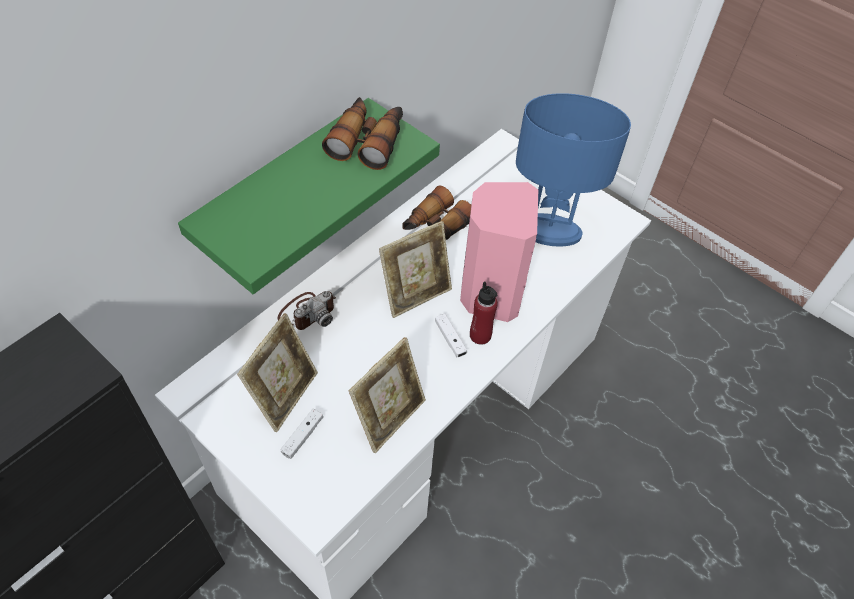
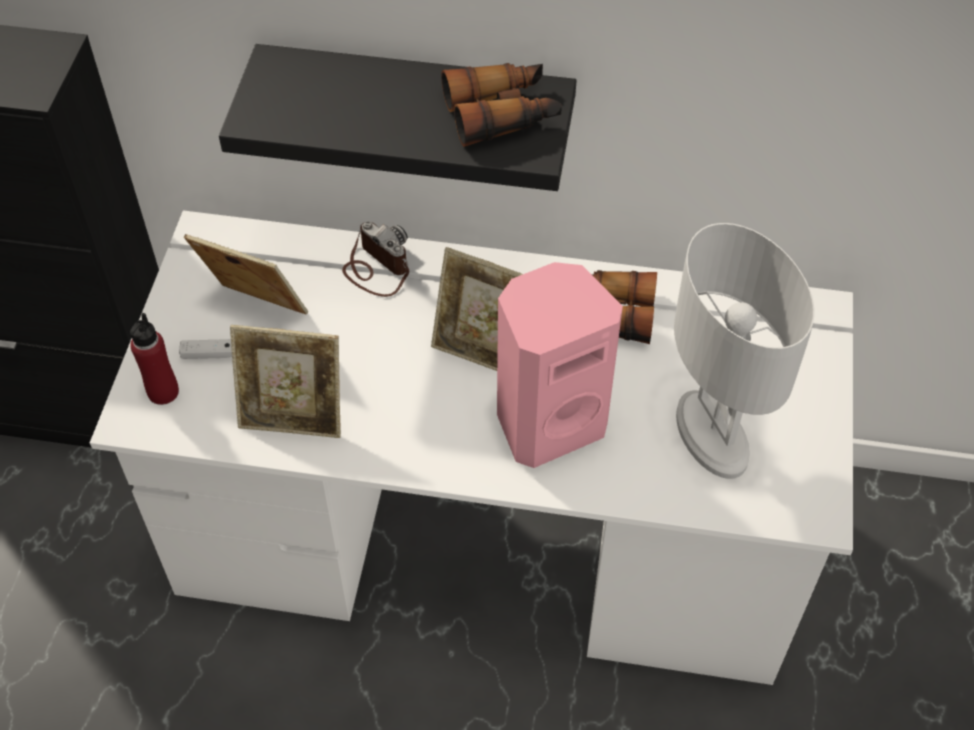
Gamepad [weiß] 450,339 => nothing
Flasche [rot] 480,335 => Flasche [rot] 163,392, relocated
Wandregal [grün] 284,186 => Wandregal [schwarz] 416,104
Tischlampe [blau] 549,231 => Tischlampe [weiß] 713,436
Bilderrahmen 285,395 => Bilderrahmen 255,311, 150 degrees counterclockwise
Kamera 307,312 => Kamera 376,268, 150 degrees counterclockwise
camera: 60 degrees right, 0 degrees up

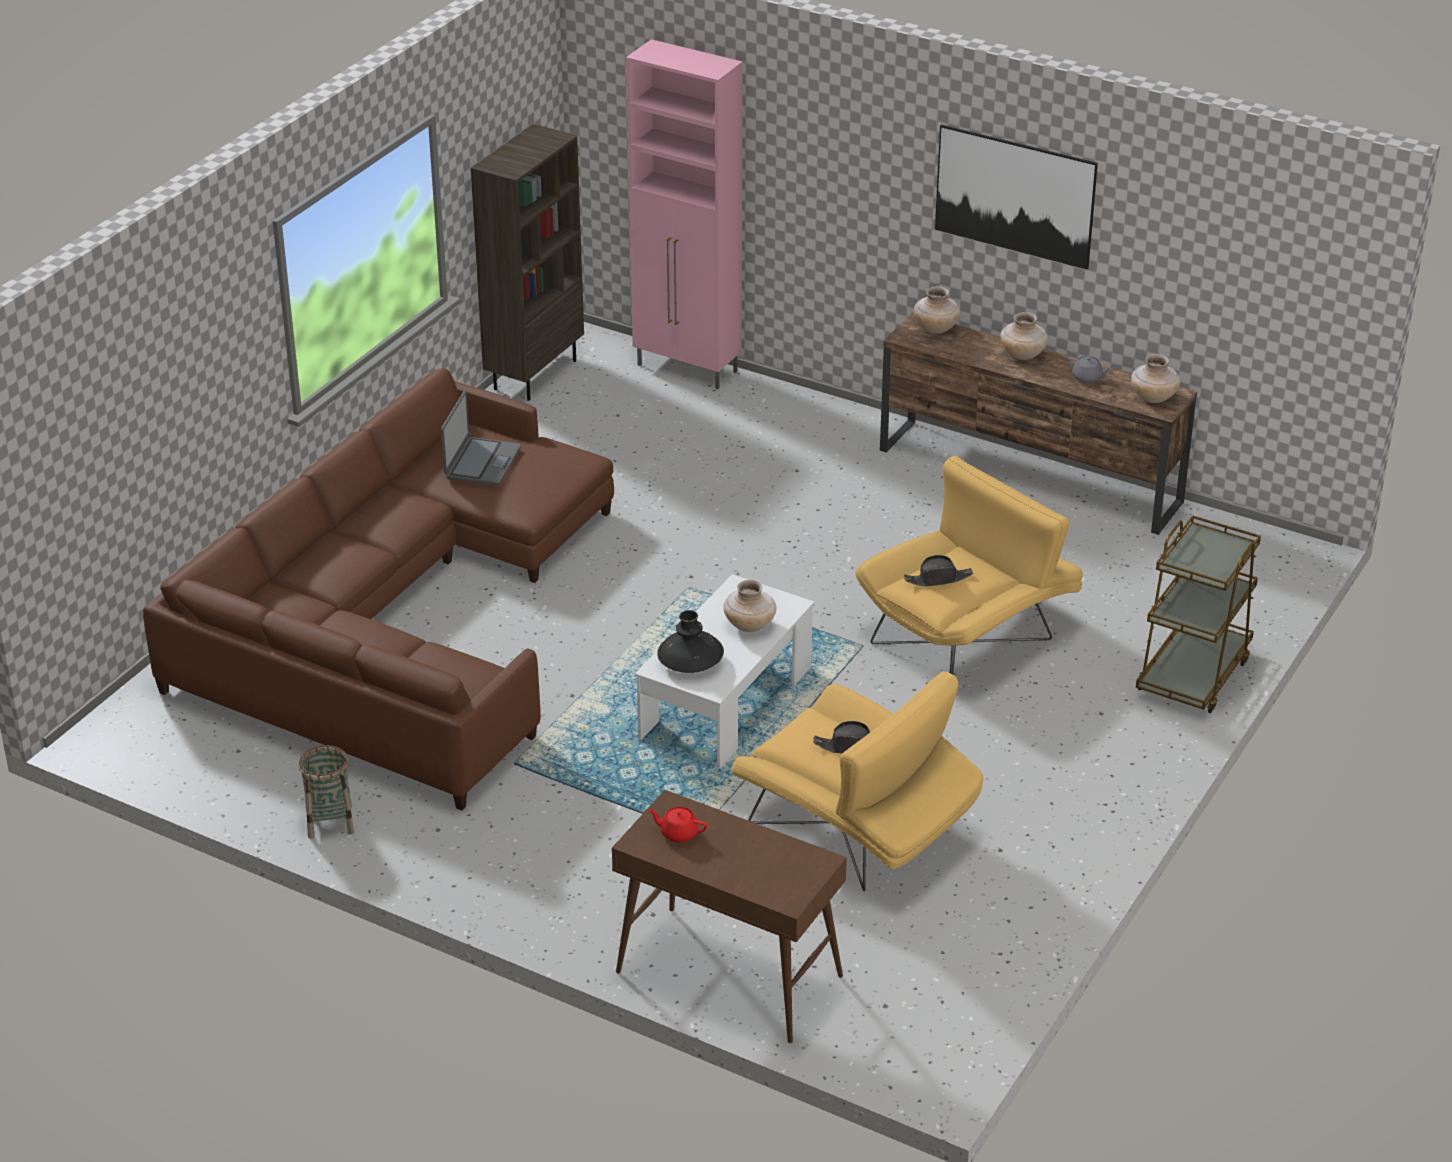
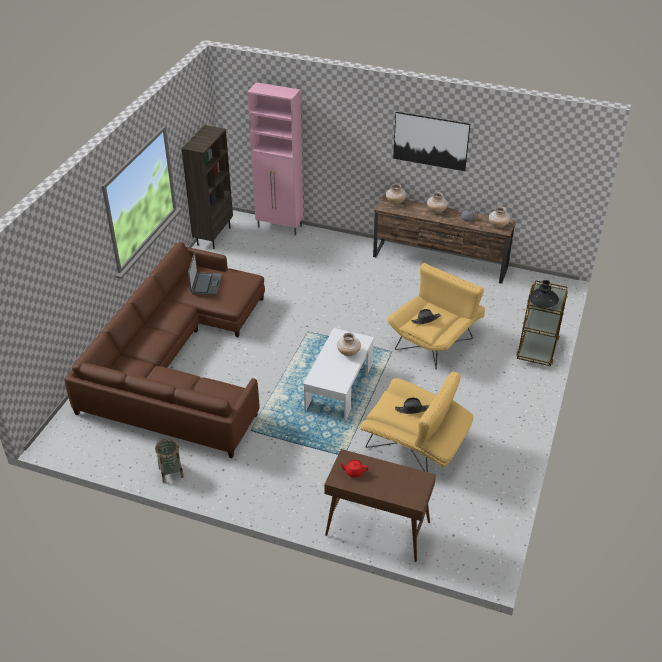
Vase [schwarz] 690,662 => Vase [schwarz] 542,302, relocated
camera: 10 degrees left, 5 degrees up

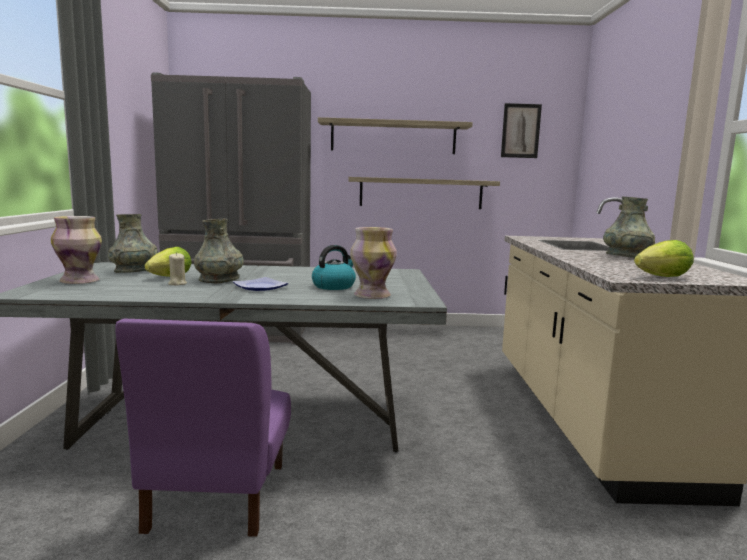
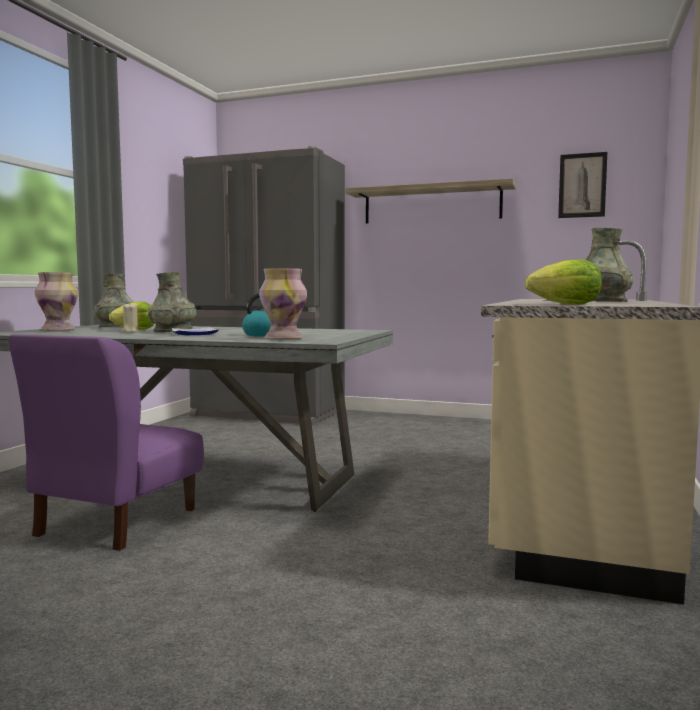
Wandregal 421,193 => nothing
camera: 20 degrees right, 5 degrees down

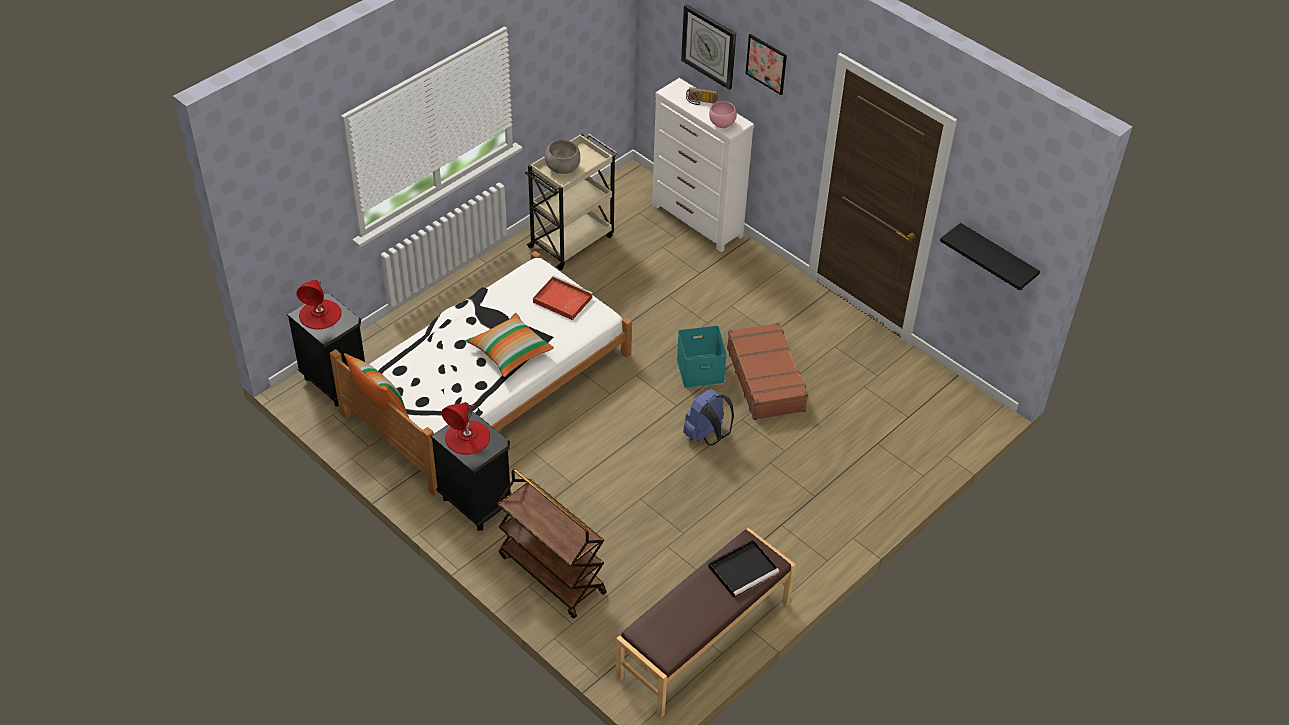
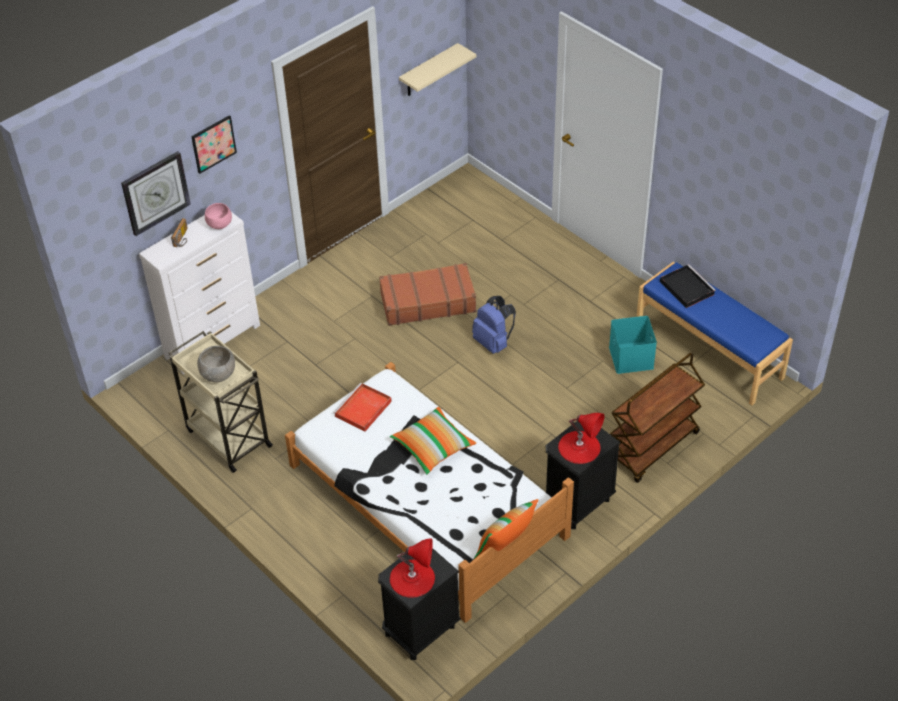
Aufbewahrungsbox [türkis] 699,371 => Aufbewahrungsbox [türkis] 632,358, relocated
Bank [braun] 705,640 => Bank [blau] 709,350
Wandregal [schwarz] 996,259 => Wandregal [beige] 429,71
camera: 85 degrees left, 0 degrees up

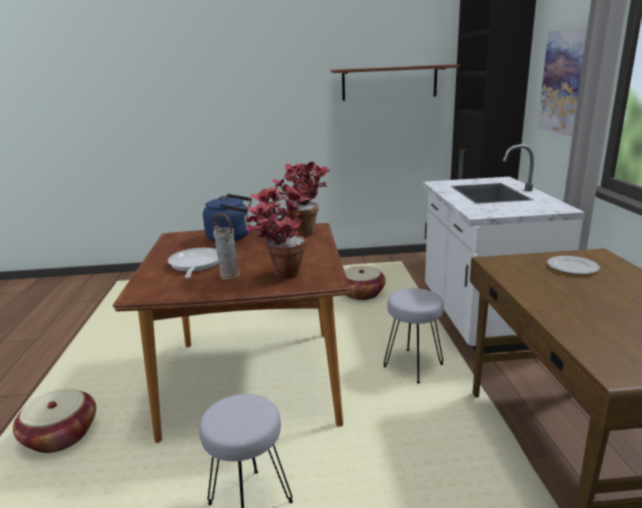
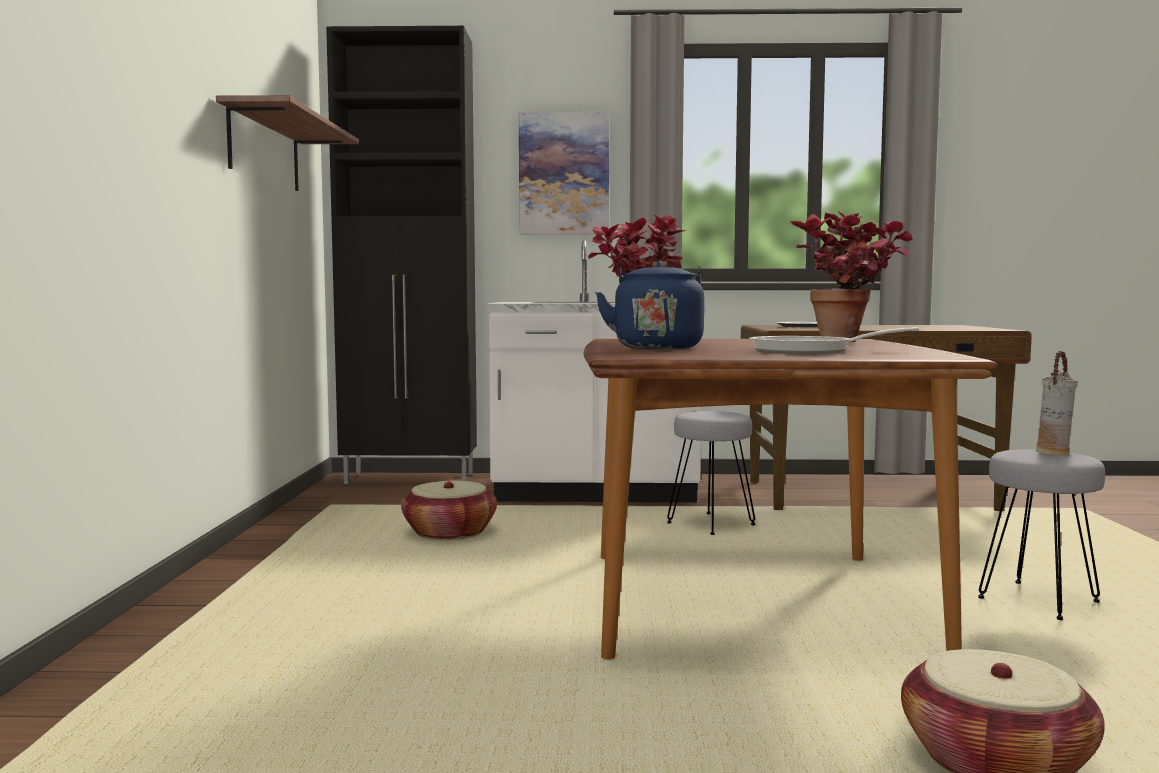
Vase 229,276 => Vase 1054,453, relocated
camera: 85 degrees left, 15 degrees down

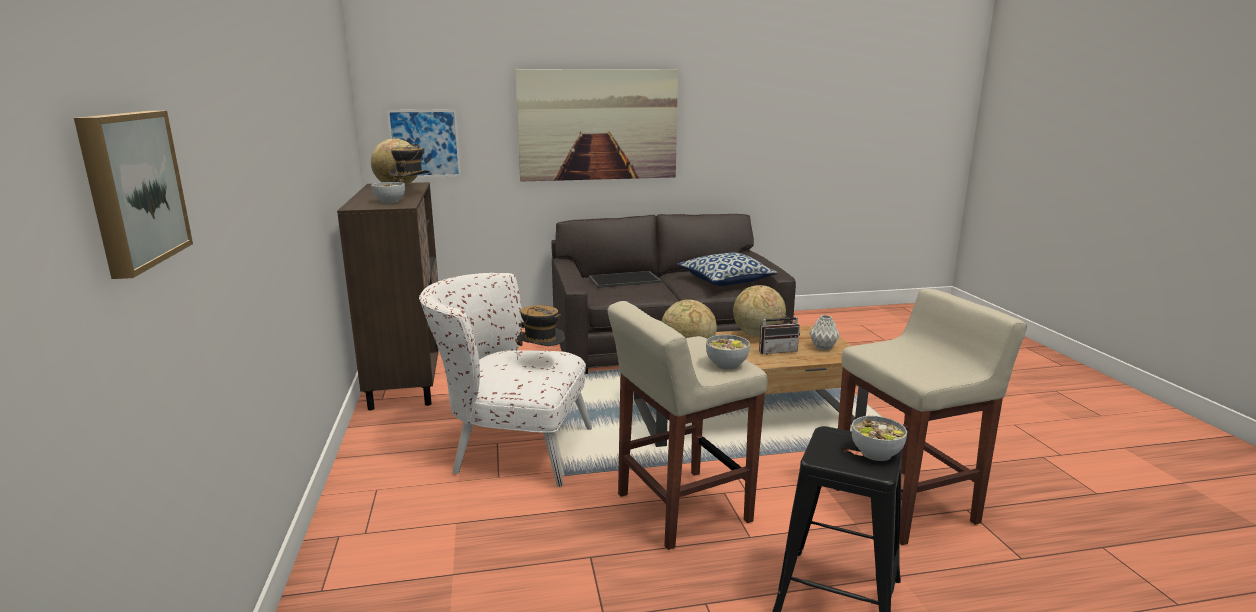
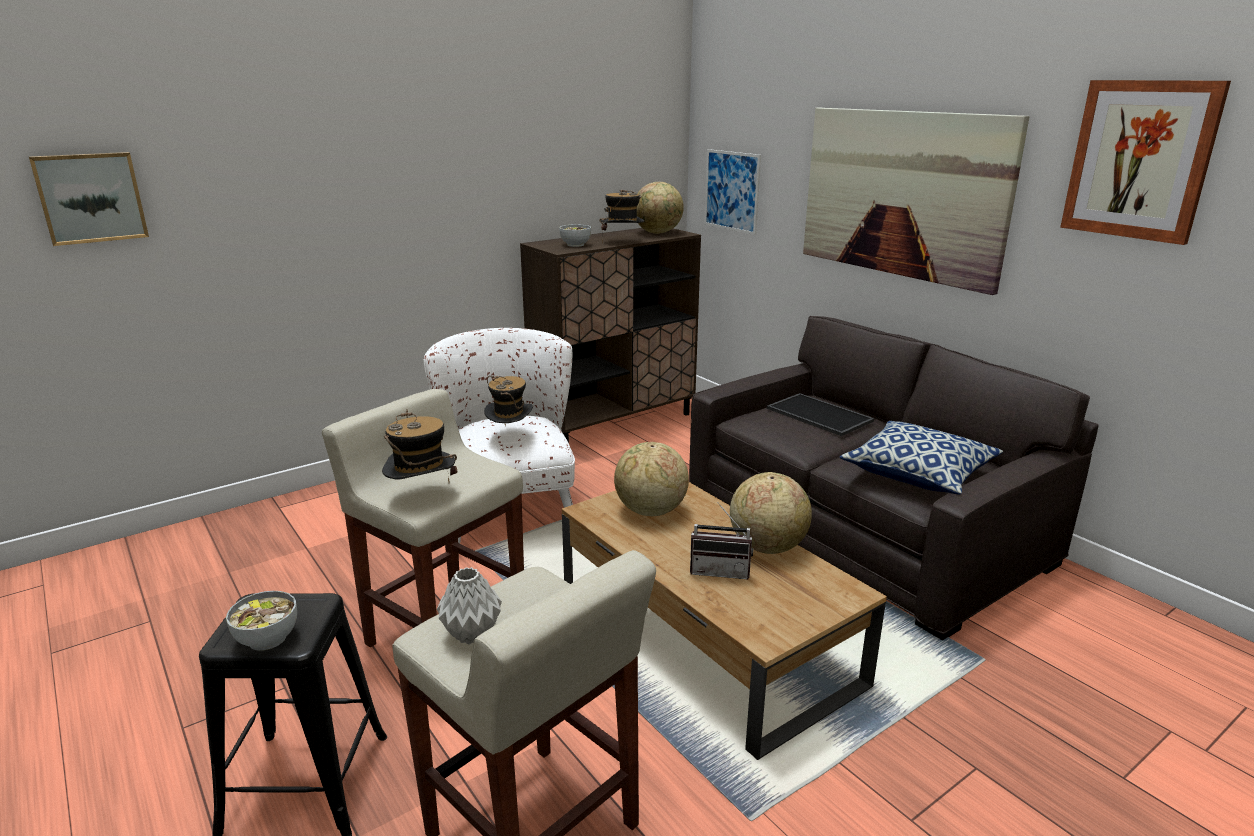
nothing => Bild 1140,160
Vase [grau] 822,347 => Vase [grau] 472,633, relocated
Schüssel 726,364 => Hut 422,497
Radio 776,350 => Radio 720,571, 45 degrees counterclockwise
camera: 65 degrees right, 5 degrees up

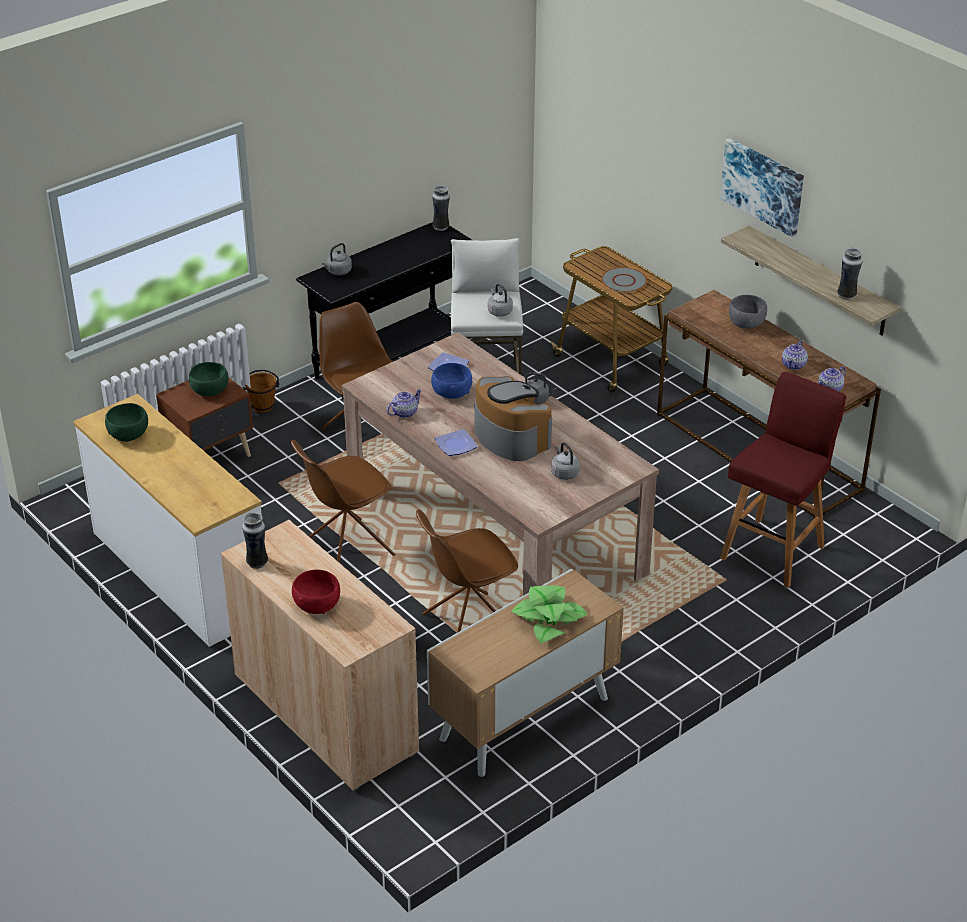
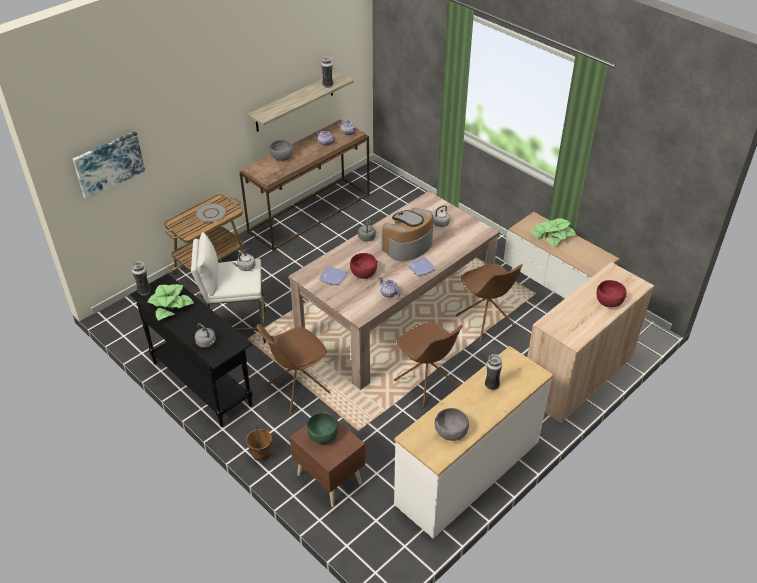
Hocker [rot] 774,551 => nothing
nothing => Topfpflanze 170,305
Vase 257,562 => Vase 491,385, relocated
Bild 763,186 => Bild 108,163, relocated
Schüssel [grün] 129,434 => Schüssel [grau] 450,432
Schüssel [blau] 451,393 => Schüssel [rot] 363,274
camera: 95 degrees left, 5 degrees up

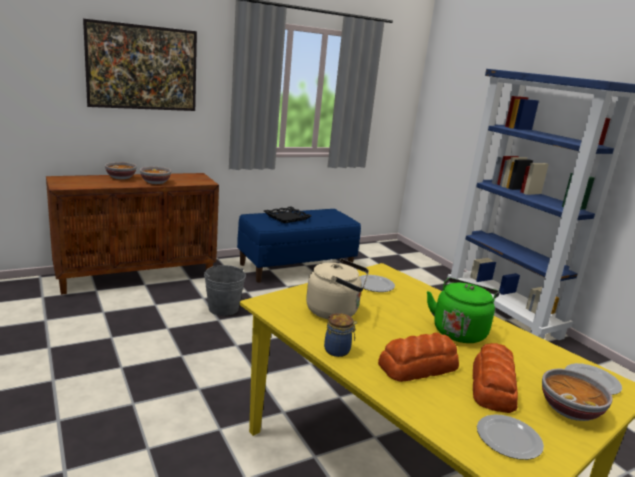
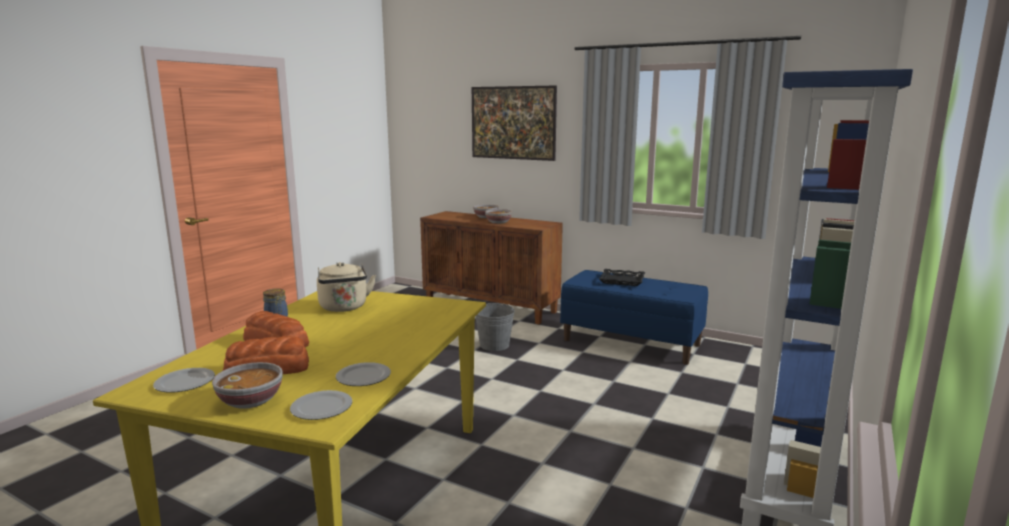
Wasserkessel [grün] 459,331 => nothing
Teller 375,285 => Teller 364,377, relocated
camera: 60 degrees right, 5 degrees down

